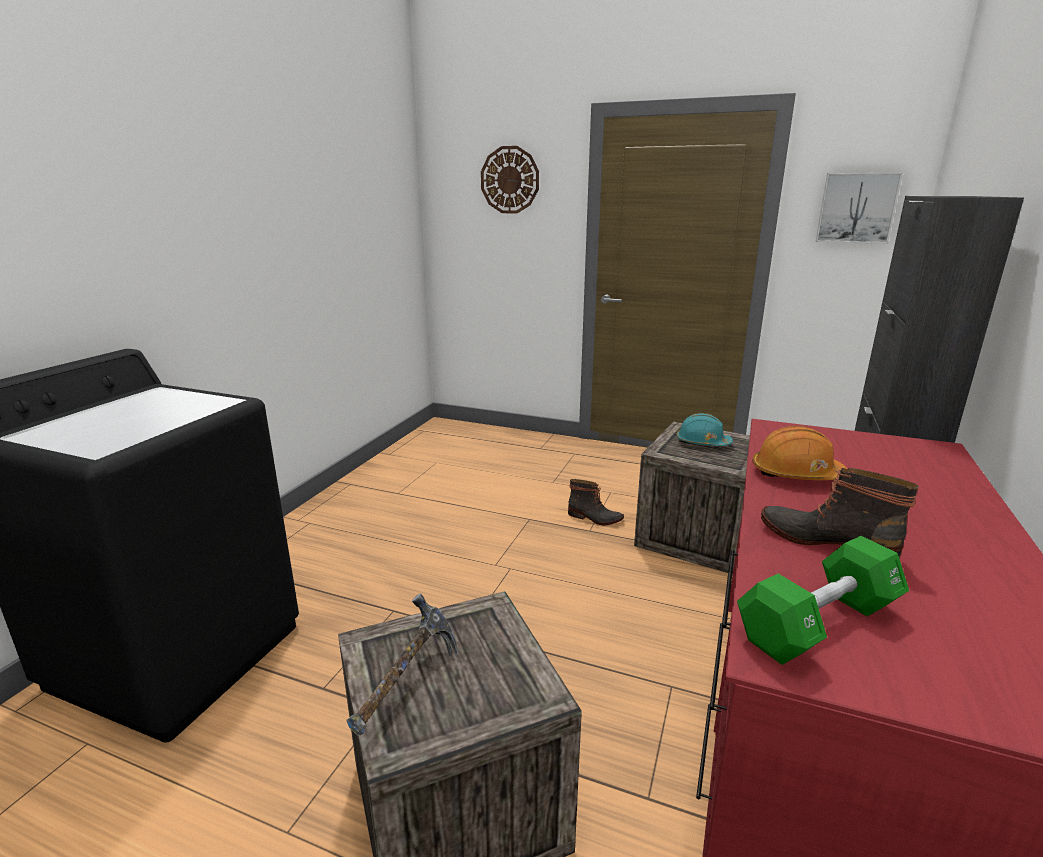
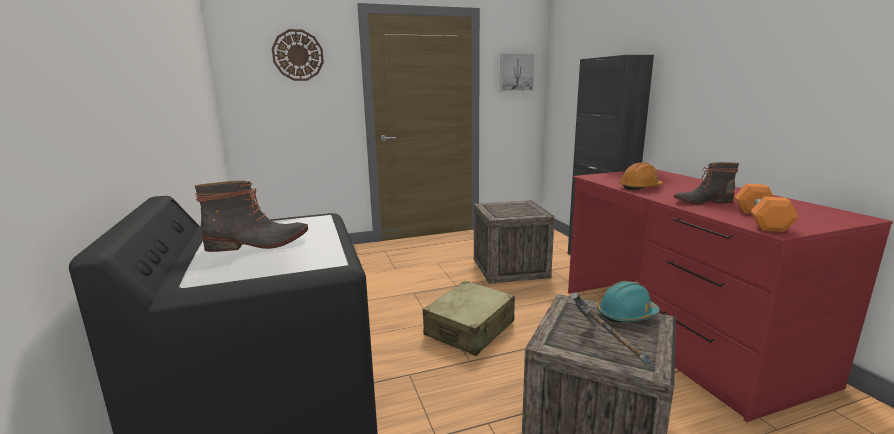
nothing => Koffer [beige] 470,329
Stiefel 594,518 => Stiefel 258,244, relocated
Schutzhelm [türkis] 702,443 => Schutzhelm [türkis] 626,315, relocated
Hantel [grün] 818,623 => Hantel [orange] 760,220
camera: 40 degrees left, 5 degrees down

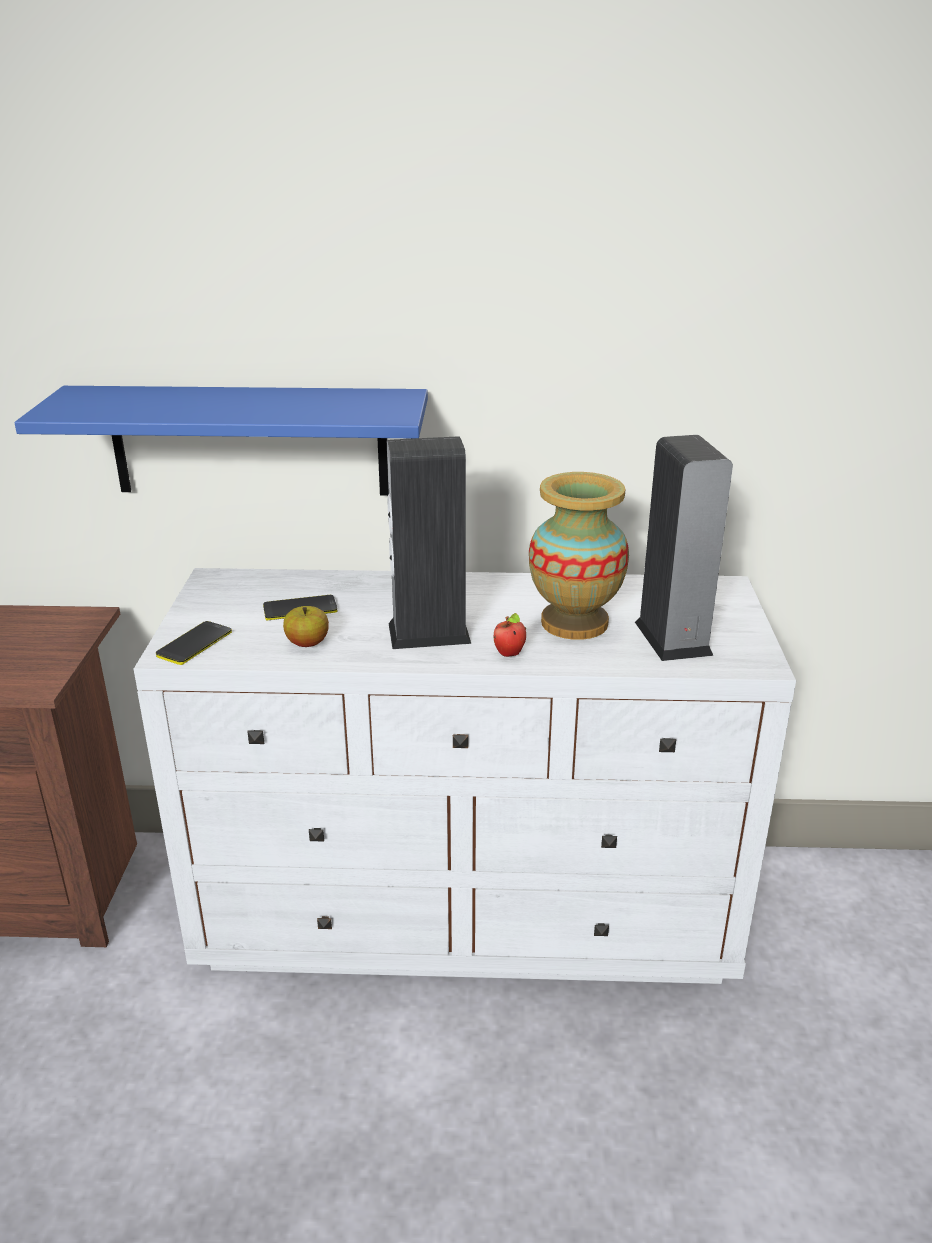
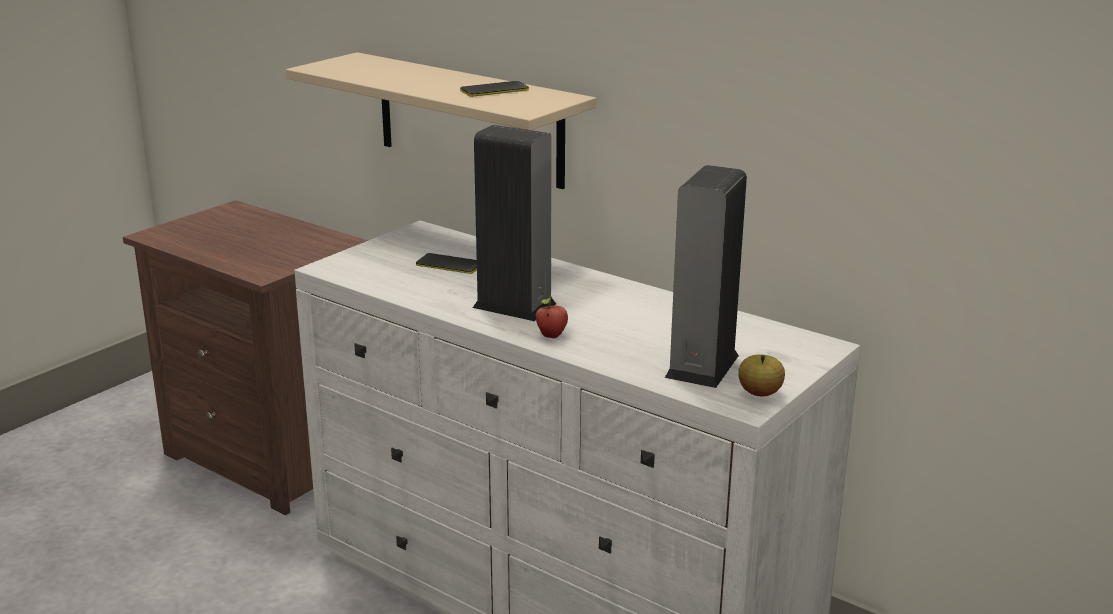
Vase 575,623 => nothing
Handy 194,644 => Handy 494,90, relocated
Apfel 307,643 => Apfel 760,393, relocated
Wandregal [blau] 249,441 => Wandregal [beige] 469,120
camera: 35 degrees right, 5 degrees down

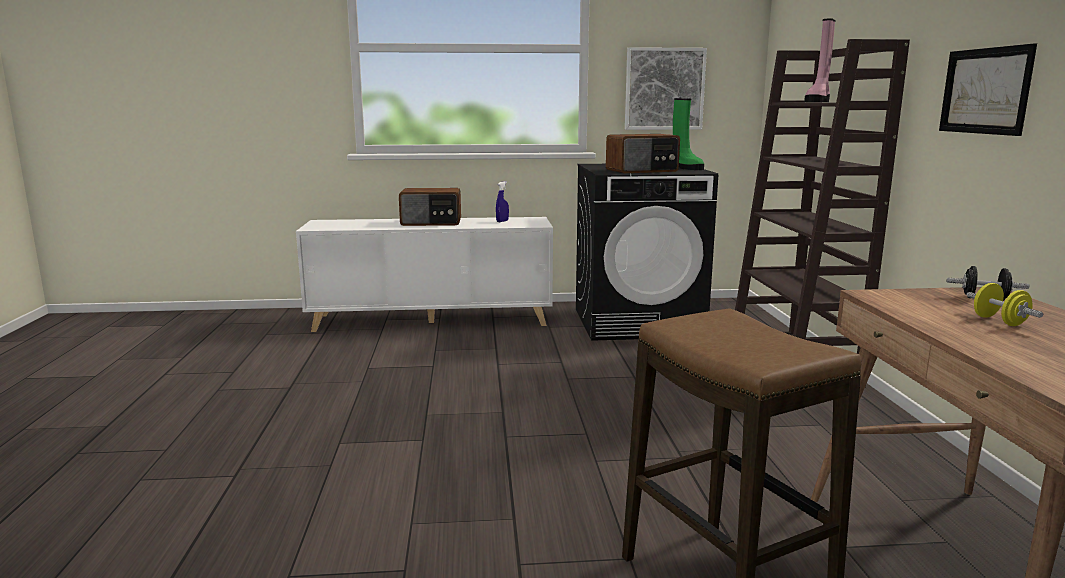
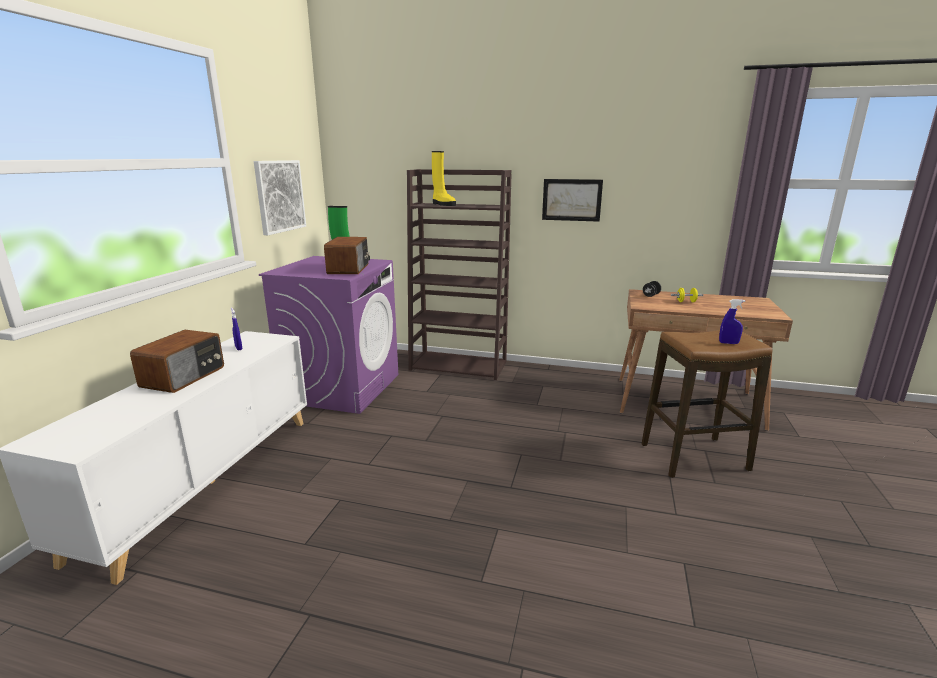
nothing => Sprühflasche [blau] 728,343
Waschmaschine [schwarz] 638,322 => Waschmaschine [lila] 342,388
Stiefel [rosa] 818,102 => Stiefel [gelb] 443,204
camera: 70 degrees left, 5 degrees up

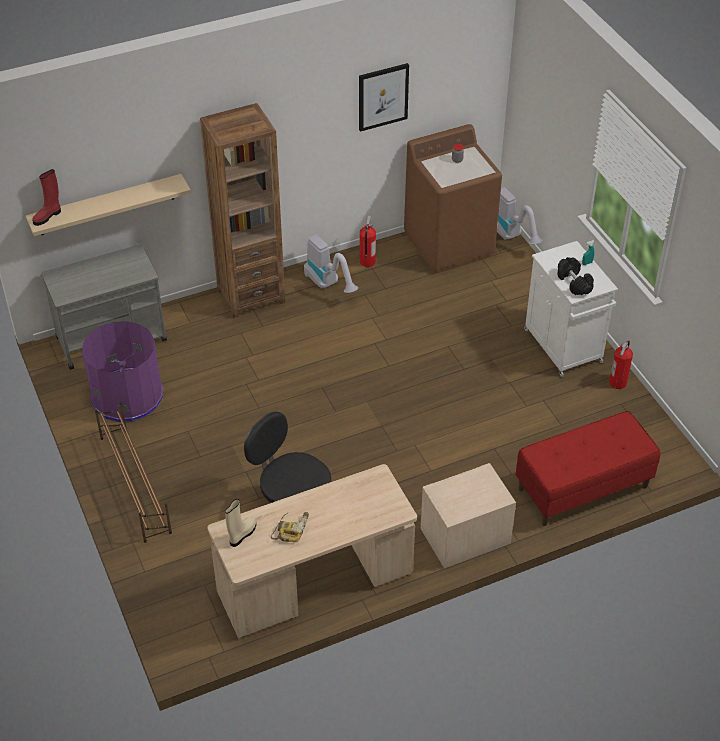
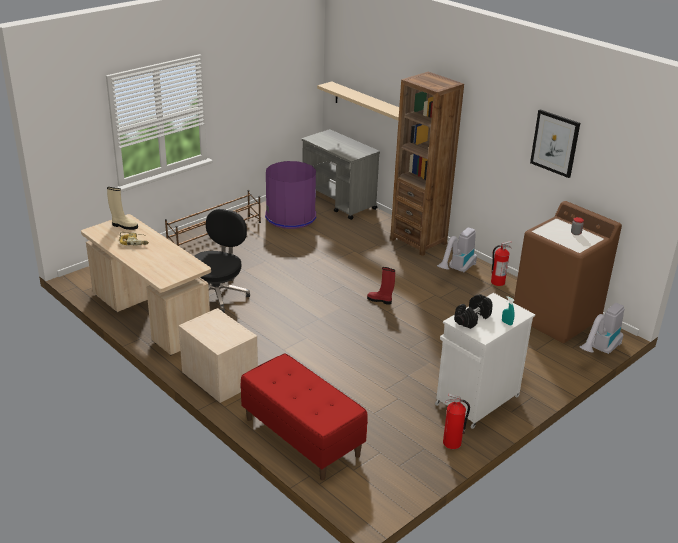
Stiefel [rot] 48,216 => Stiefel [rot] 380,300, relocated
camera: 70 degrees right, 15 degrees down

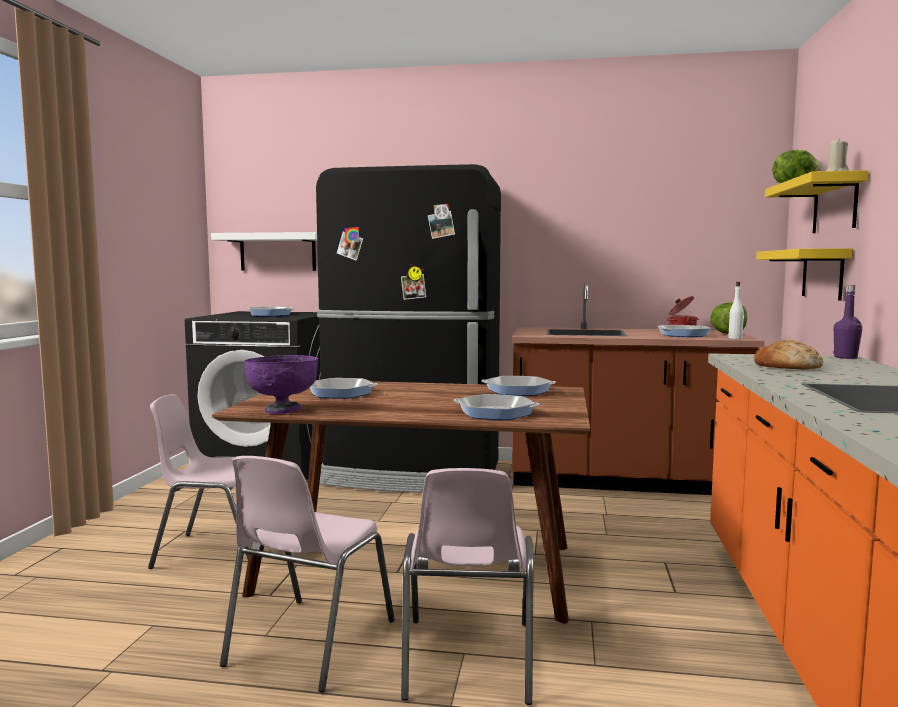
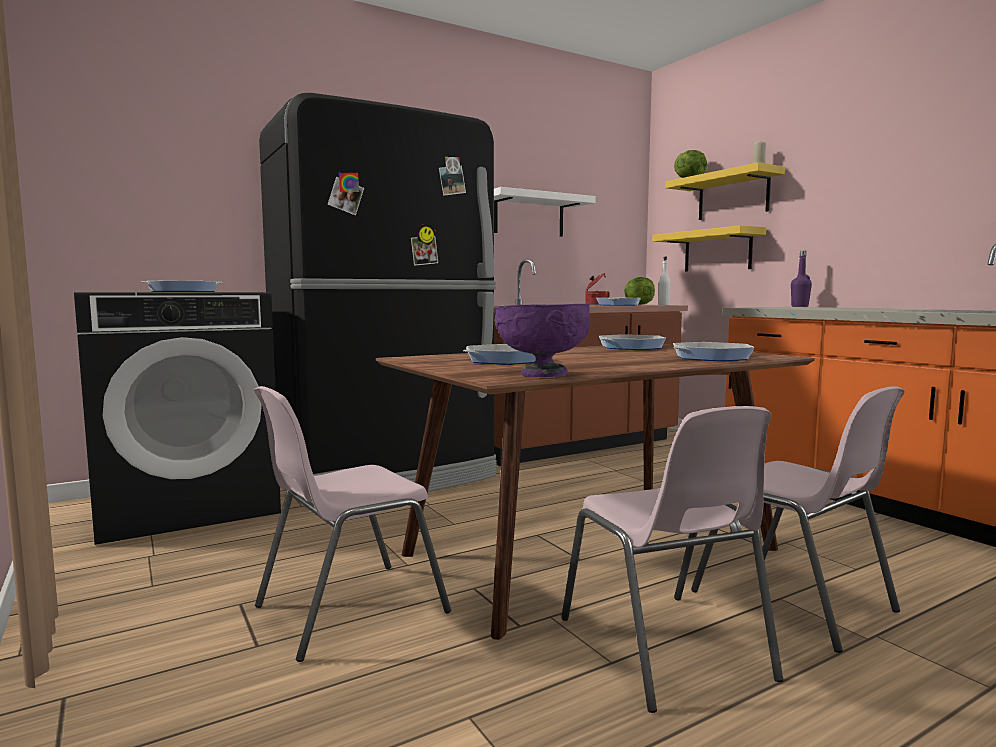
Brot 787,366 => nothing
Wandregal [weiß] 278,252 => Wandregal [weiß] 529,215, relocated
camera: 40 degrees left, 0 degrees up

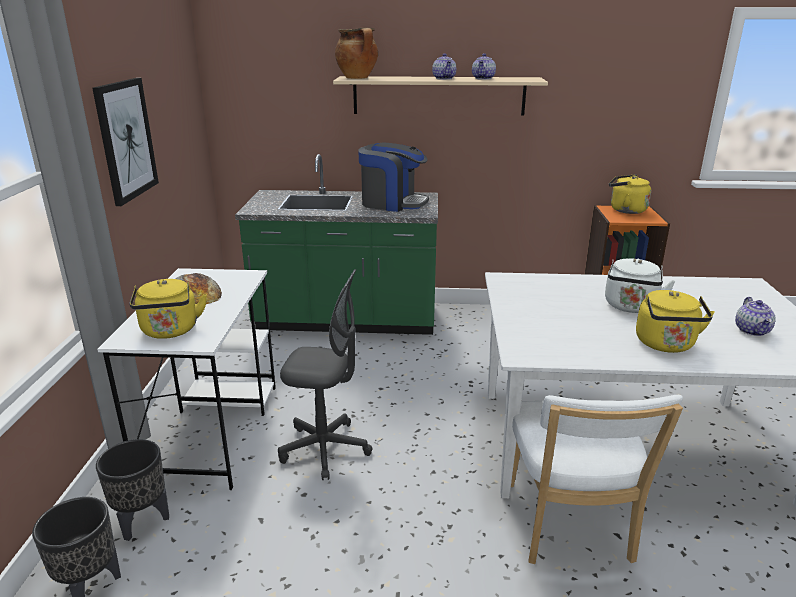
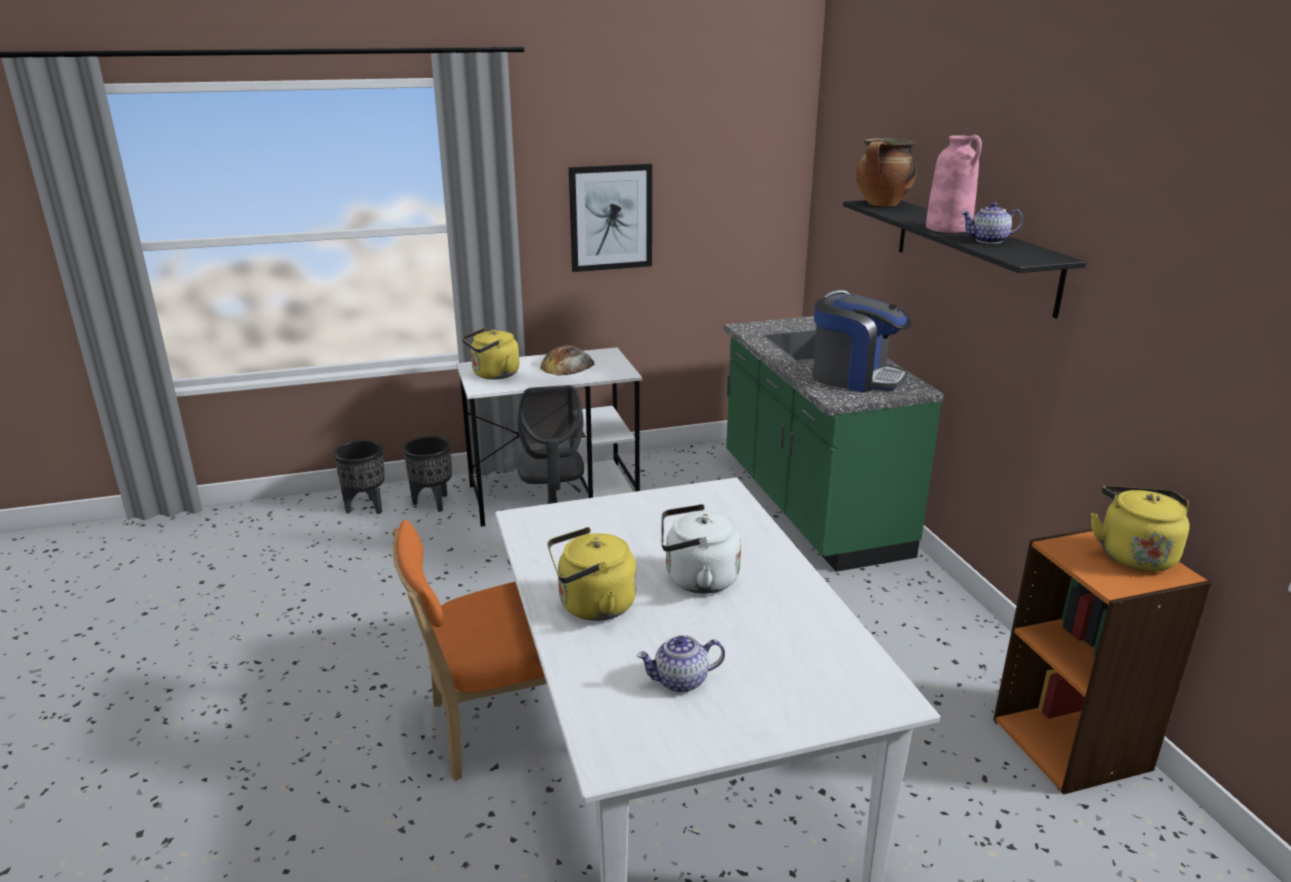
Teekanne 444,78 => Vase [rosa] 949,228
Wandregal [beige] 439,95 => Wandregal [schwarz] 973,253
Stuhl [weiß] 568,527 => Stuhl [orange] 496,727
Kaffeemaschine 392,203 => Kaffeemaschine 855,377, 60 degrees counterclockwise
camera: 70 degrees right, 0 degrees up

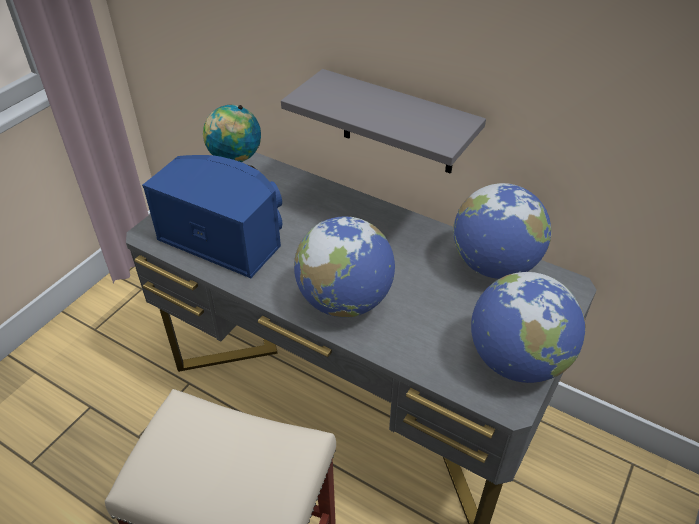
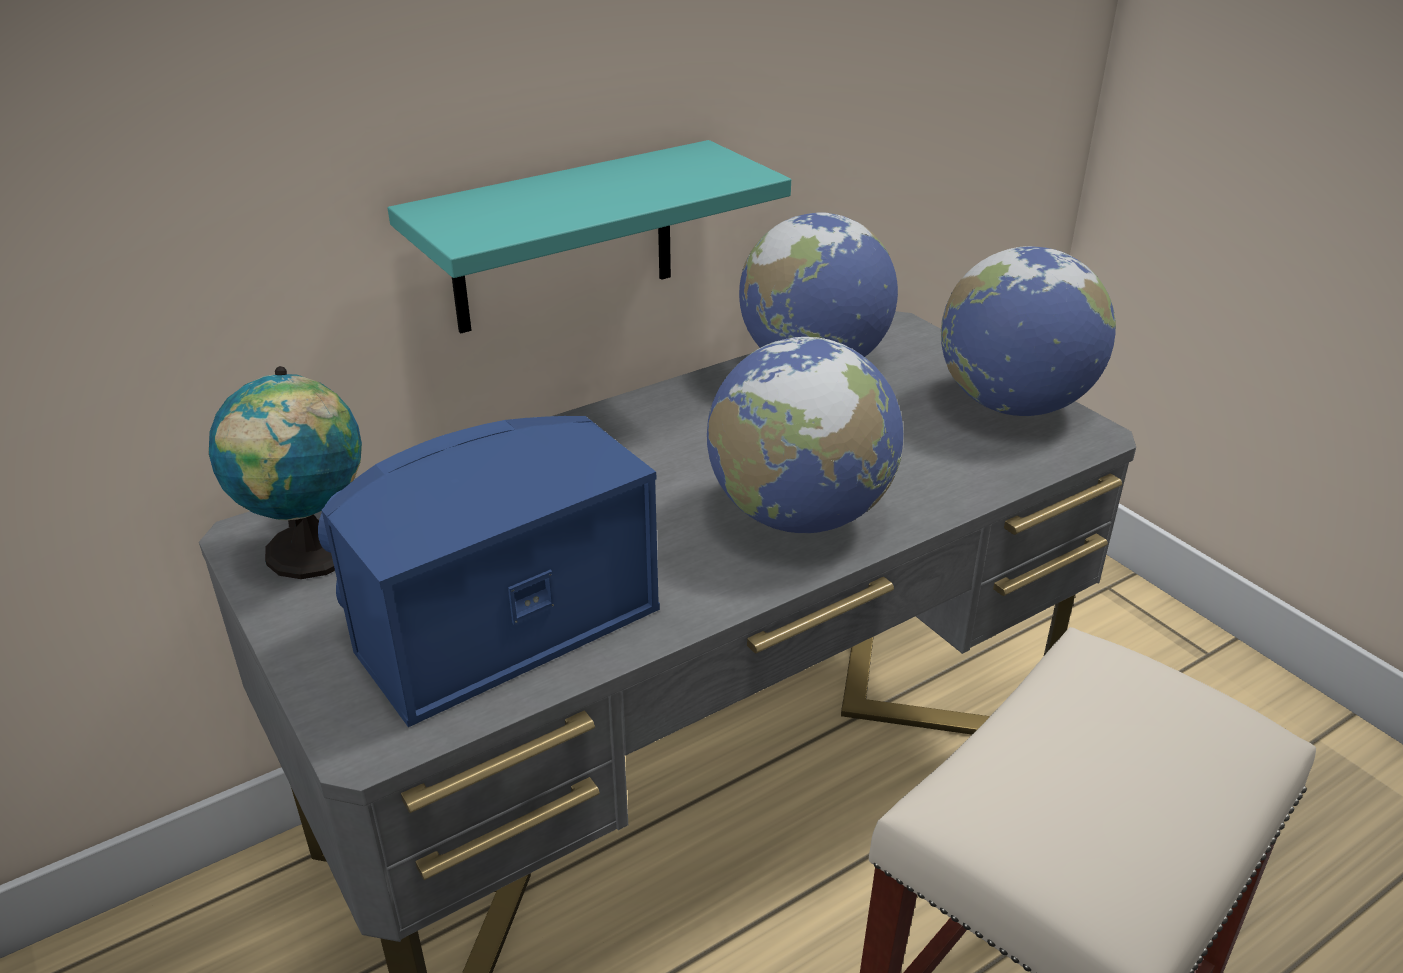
Wandregal [grau] 398,123 => Wandregal [türkis] 564,238
camera: 65 degrees left, 10 degrees down

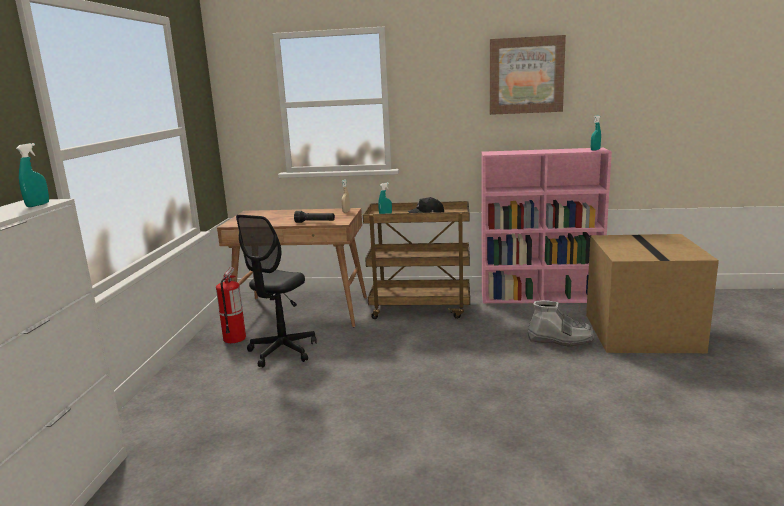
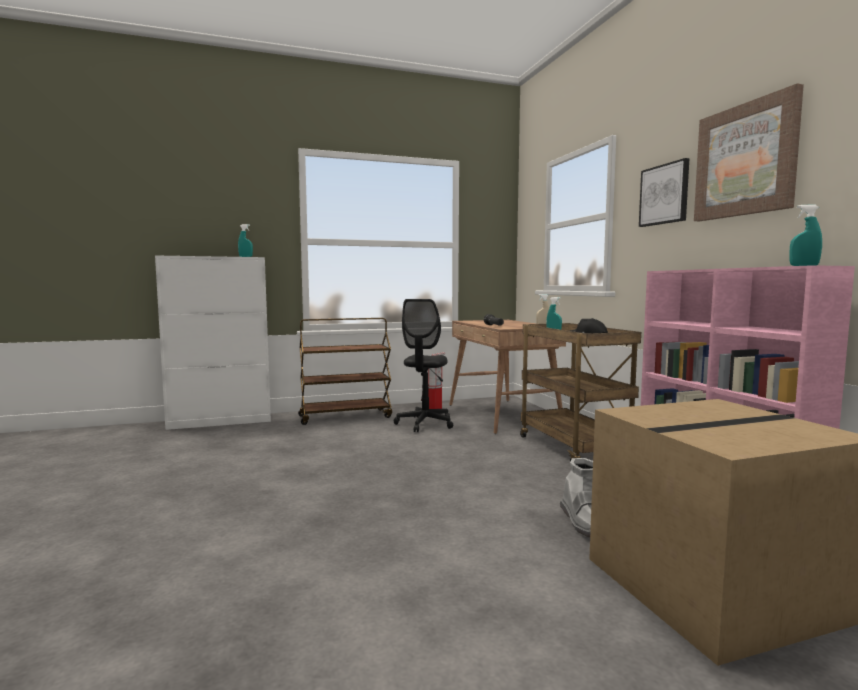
nothing => Rollwagen [braun] 346,416
nothing => Bild 664,194
Bürostuhl [schwarz] 282,351 => Bürostuhl [schwarz] 425,424, 75 degrees counterclockwise
camera: 65 degrees right, 10 degrees down

